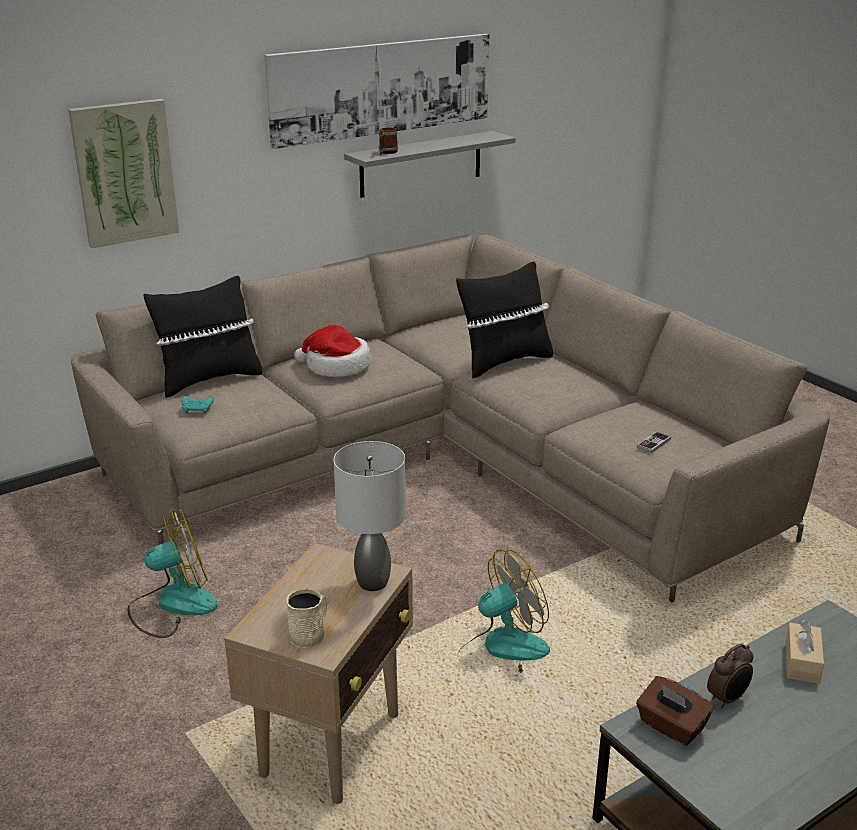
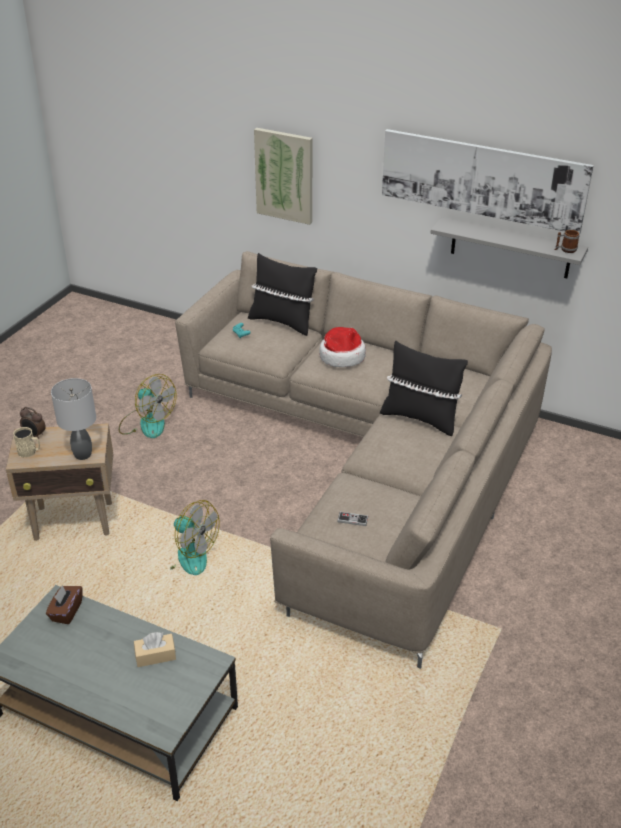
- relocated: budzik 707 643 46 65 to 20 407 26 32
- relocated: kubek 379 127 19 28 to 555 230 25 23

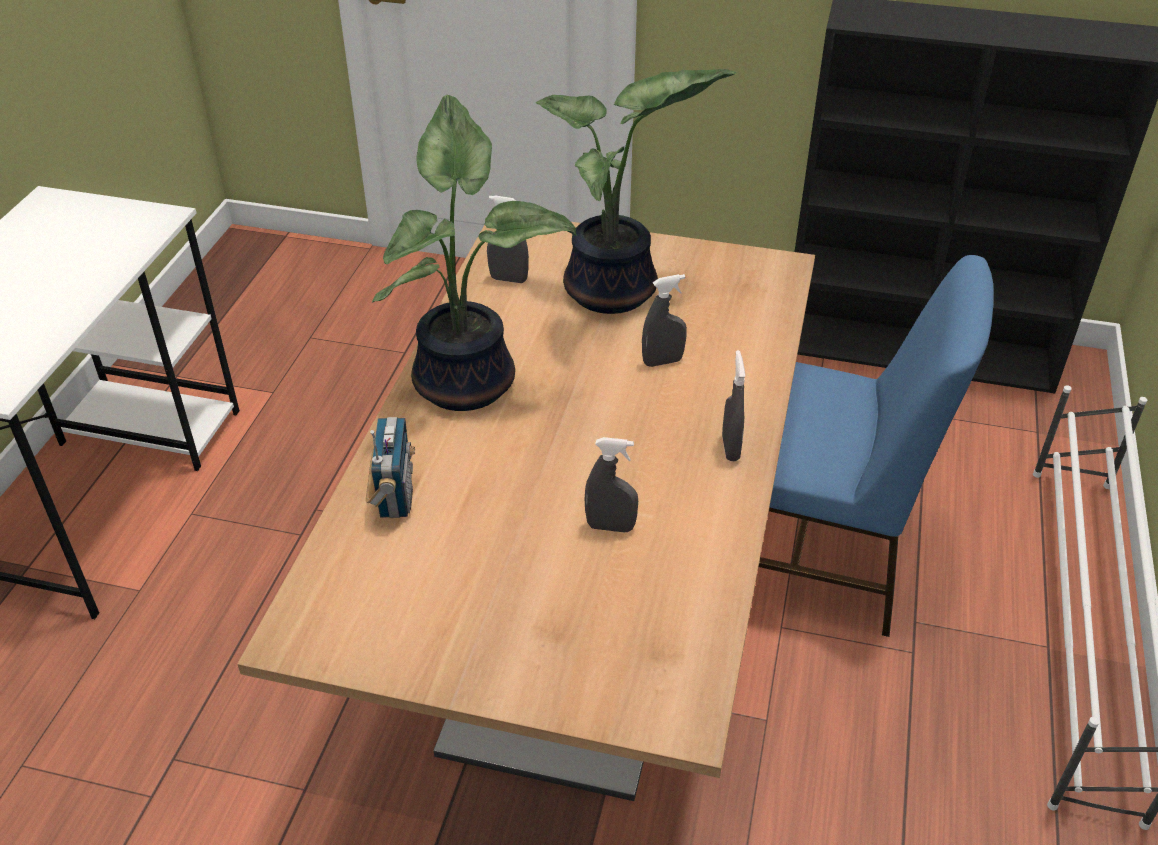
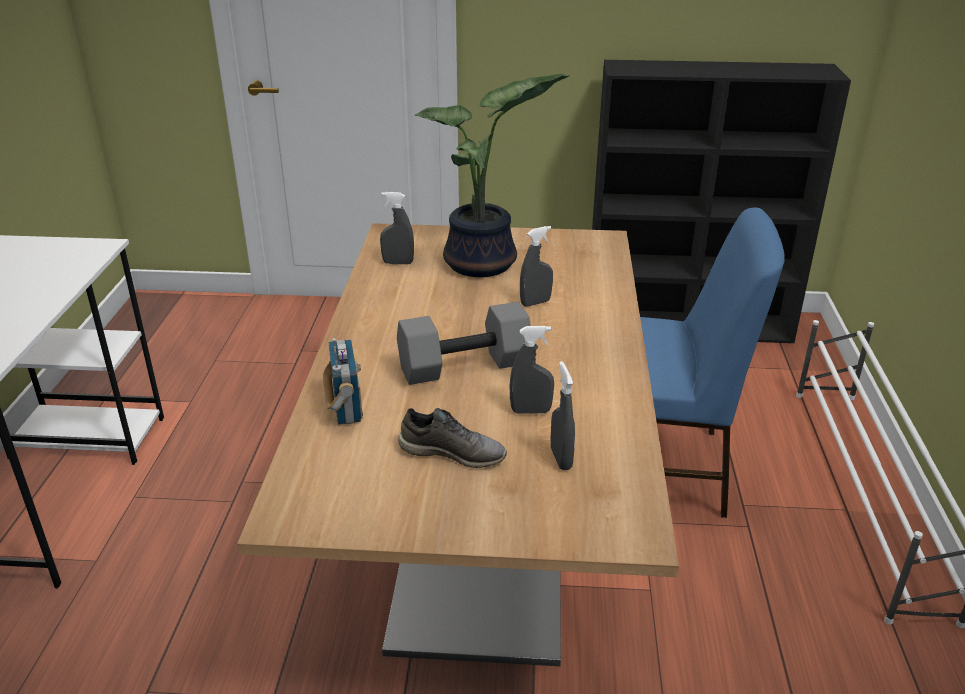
- appeared: hantel/szary 397 302 134 83
- appeared: but/szary 398 408 109 60
- relocated: spryskiwacz/szary 722 350 23 111 to 551 361 24 109
- missing: roślina doniczkowa 372 95 205 316

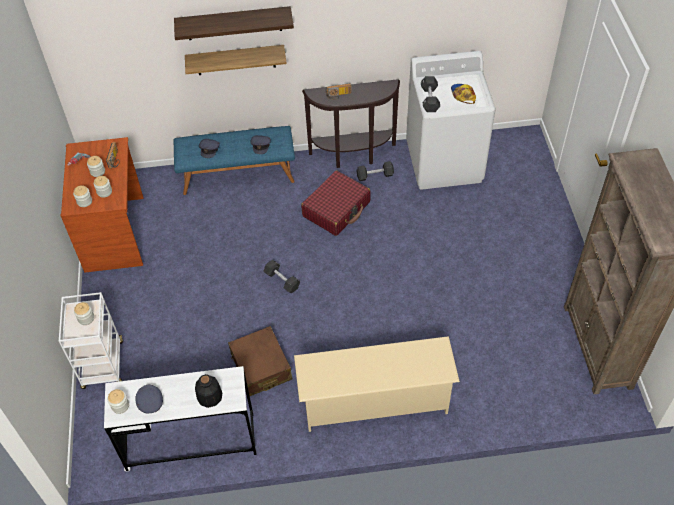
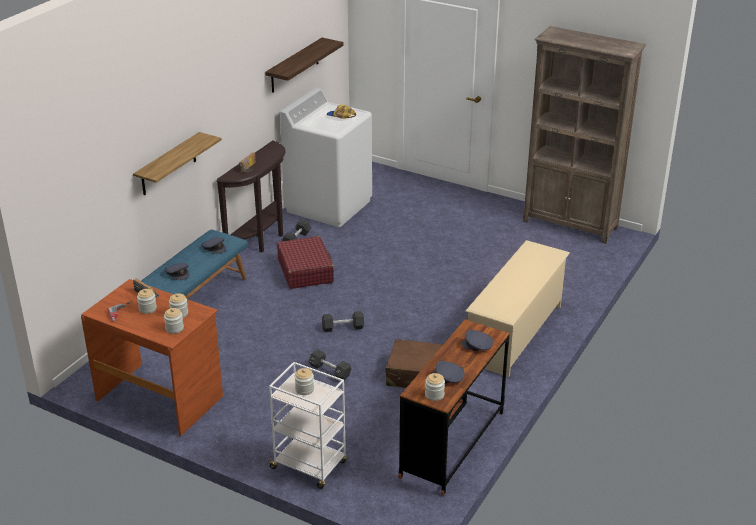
- relocated: półka 174 6 120 34 to 265 38 79 55
- relocated: hantel/czarny 421 76 19 36 to 309 349 43 31
- colour: biurko/biały 104 366 153 105 to biurko/brązowy 398 319 112 177
- exchanged: butelka 195 374 27 34 to czapka z daszkiem/szary 461 330 32 21

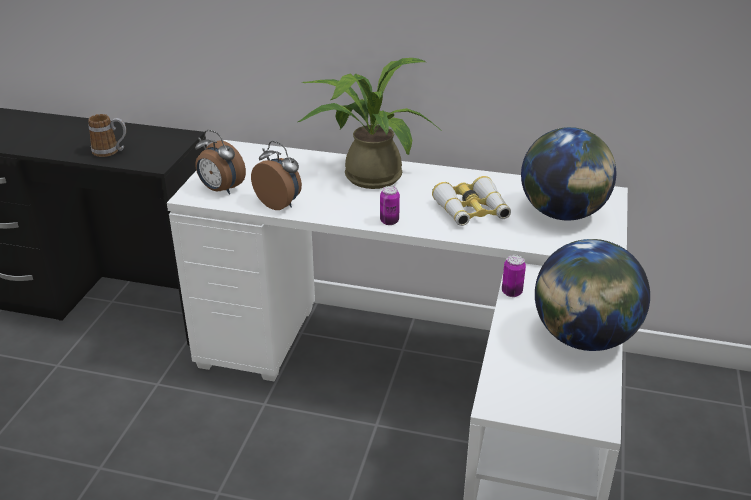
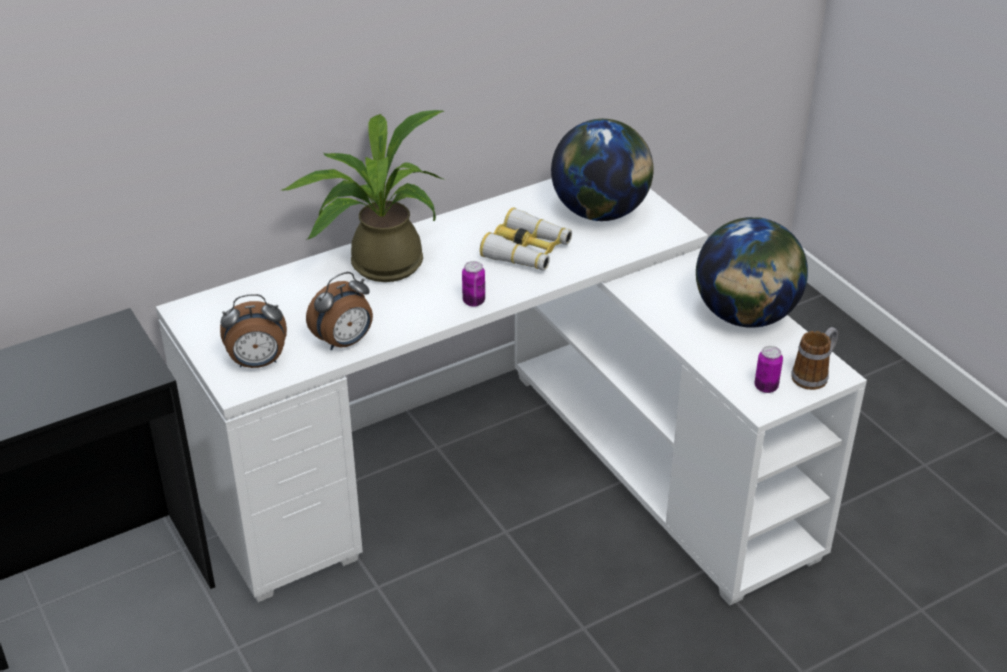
- spun: budzik 251 141 51 69 = 306 272 67 78 150 degrees clockwise
- relocated: puszka 502 255 24 42 to 755 346 28 47
- relocated: kubek 88 114 38 43 to 791 327 47 63

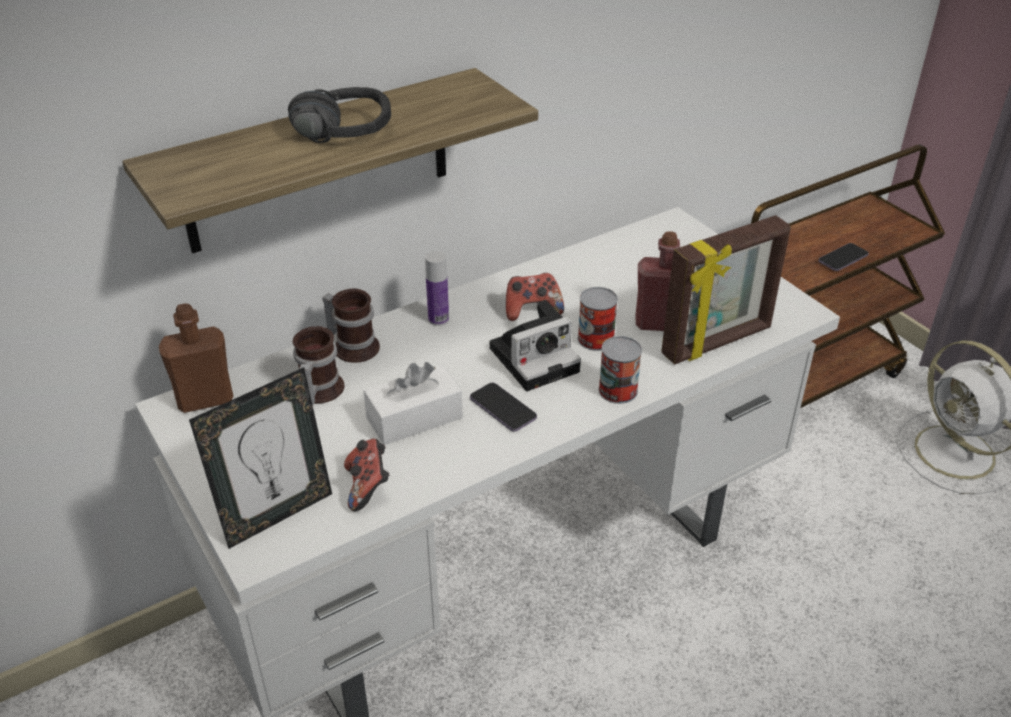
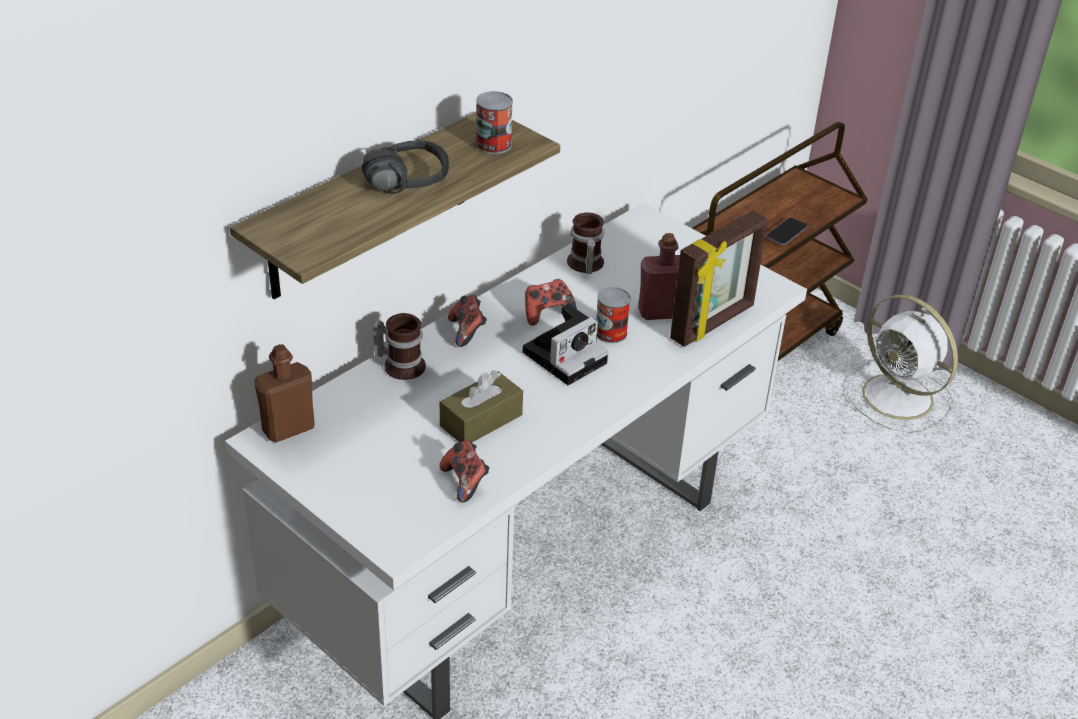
- colour: pudełko chusteczek/biały 364 362 99 83 to pudełko chusteczek/brązowy 440 370 83 72
- exchanged: butelka 425 251 24 75 to pad do gier 448 295 39 52
- relocated: puszka 598 336 44 68 to 476 91 37 63
- relocated: kubek 293 326 51 79 to 567 212 37 62
- missing: ramka na zdjęcie 189 367 143 182
- missing: telefon 470 383 67 49

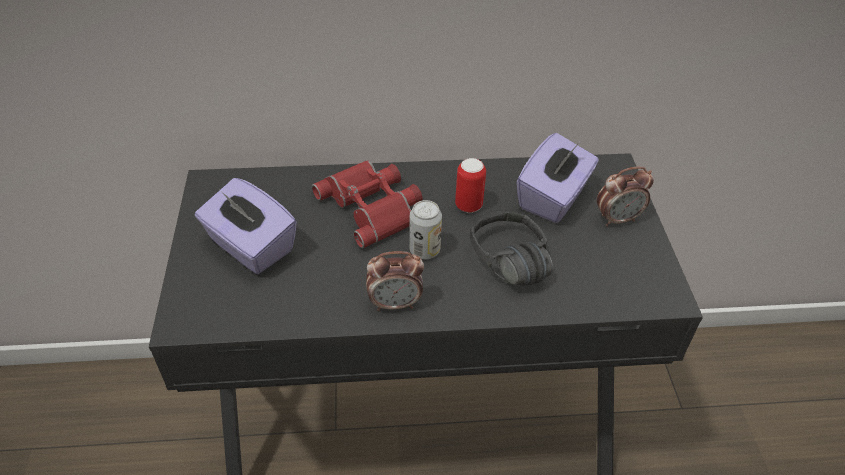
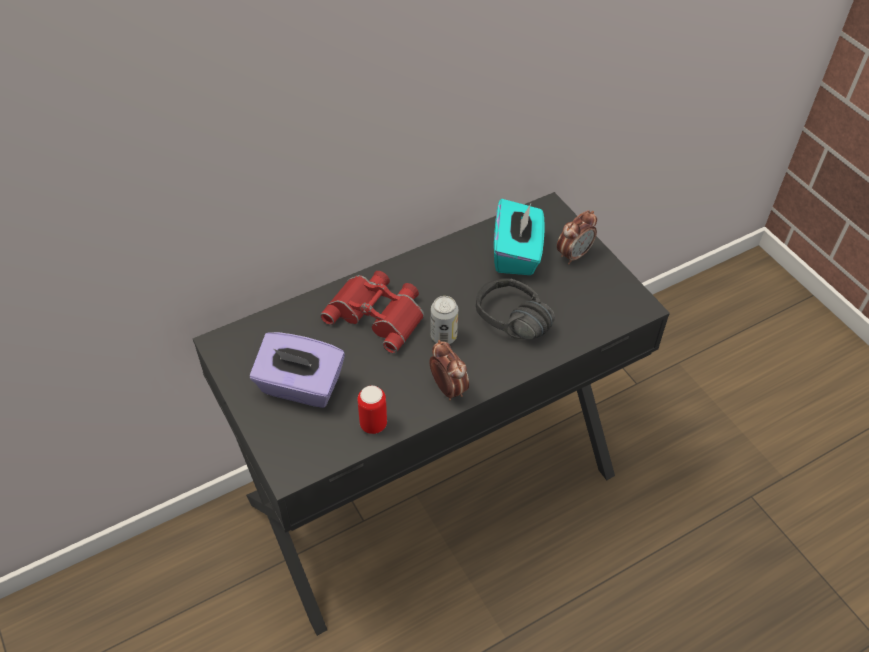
- relocated: puszka 455 158 31 55 to 357 385 30 49
- spun: budzik 366 251 58 60 = 430 340 39 61 90 degrees counterclockwise
- colour: pudełko chusteczek/fioletowy 517 133 82 90 to pudełko chusteczek/turkusowy 494 199 50 76

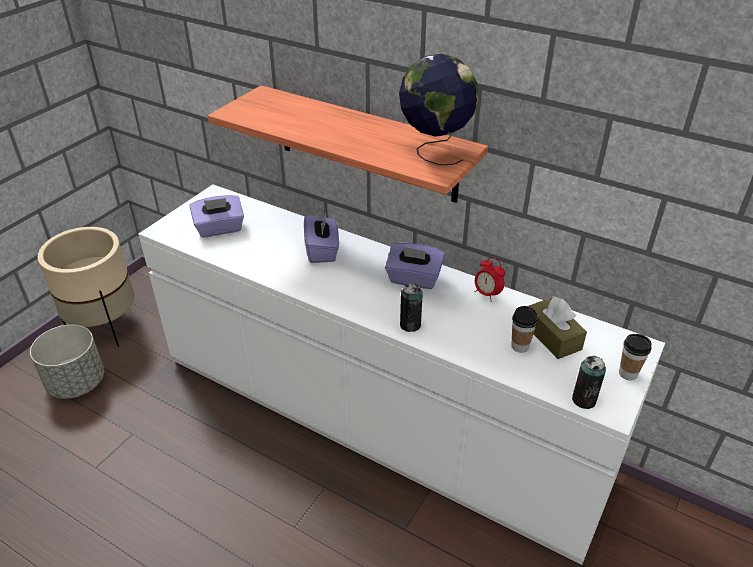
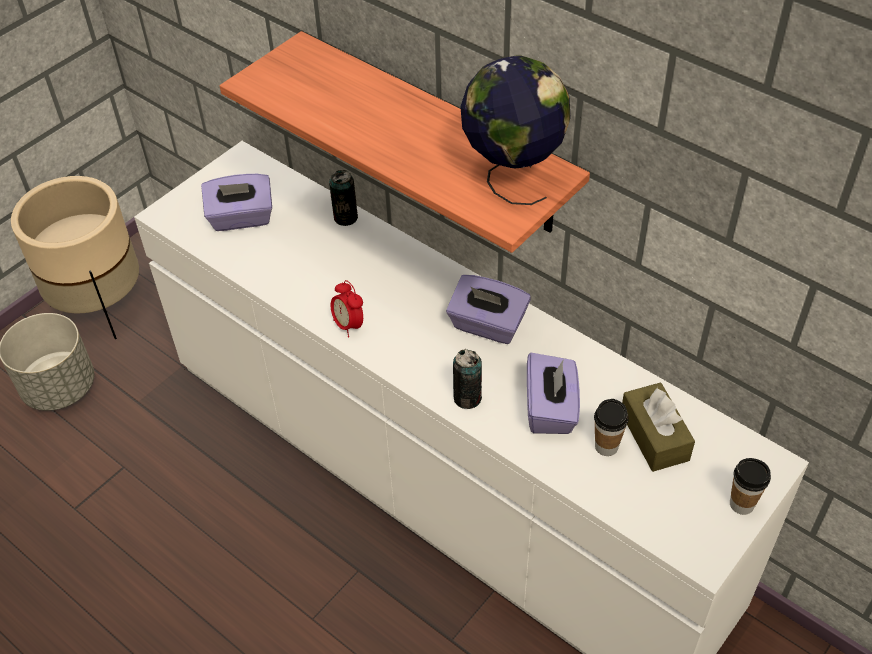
- relocated: puszka 572 356 34 53 to 329 170 29 56
- relocated: budzik 475 257 30 45 to 331 280 32 58
- relocated: pudełko chusteczek/fioletowy 304 214 35 49 to 527 353 53 81

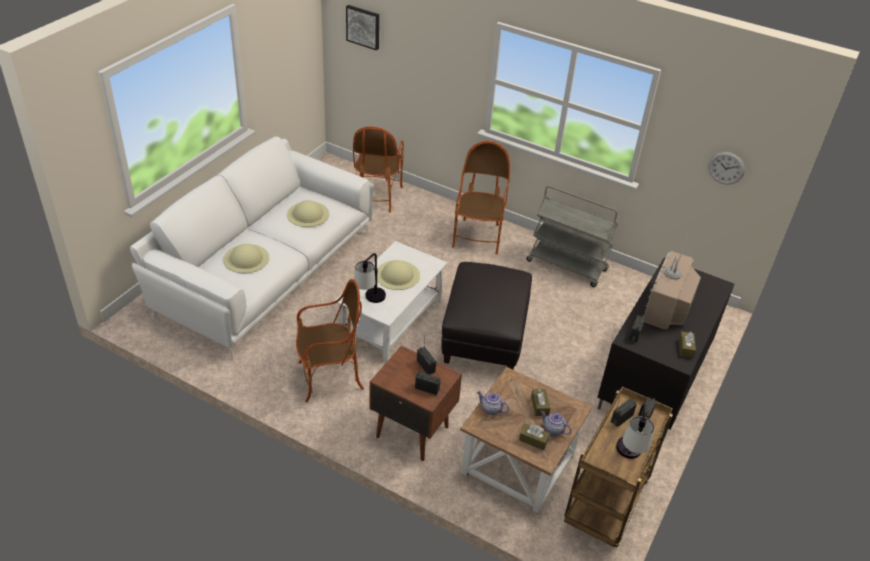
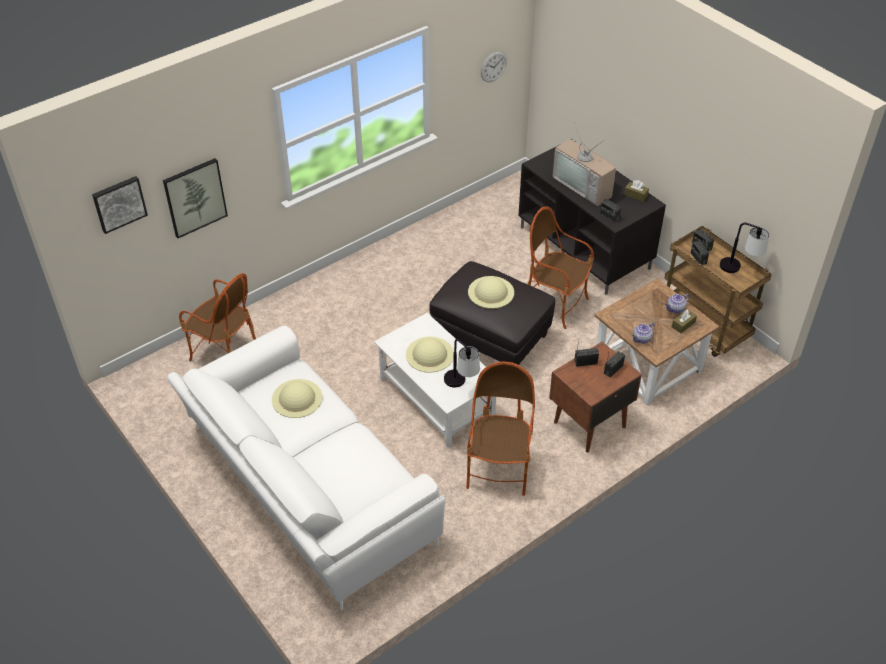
- appeared: obraz 163 158 65 80
- relocated: kapelusz/beżowy 223 244 46 29 to 468 276 46 33
- relocated: fotel 452 141 58 114 to 528 206 66 123
- missing: wózek/szary 526 185 92 102
- missing: pudełko chusteczek/brązowy 531 389 19 27

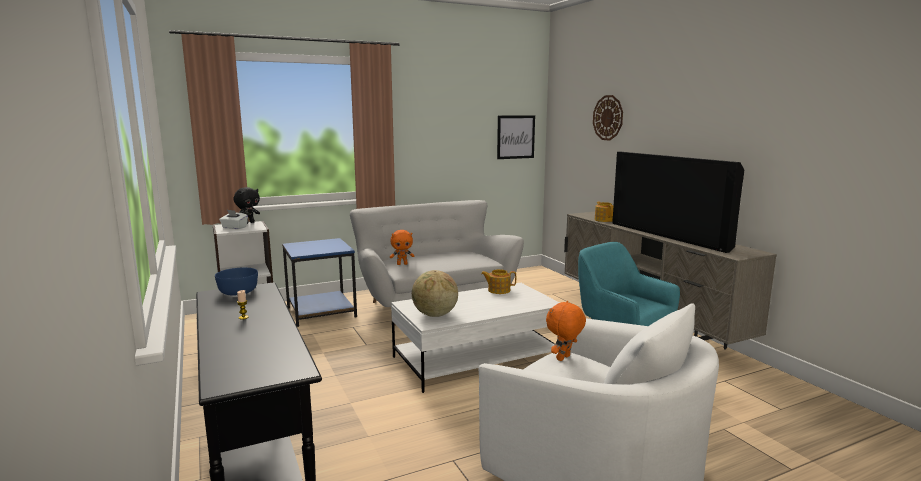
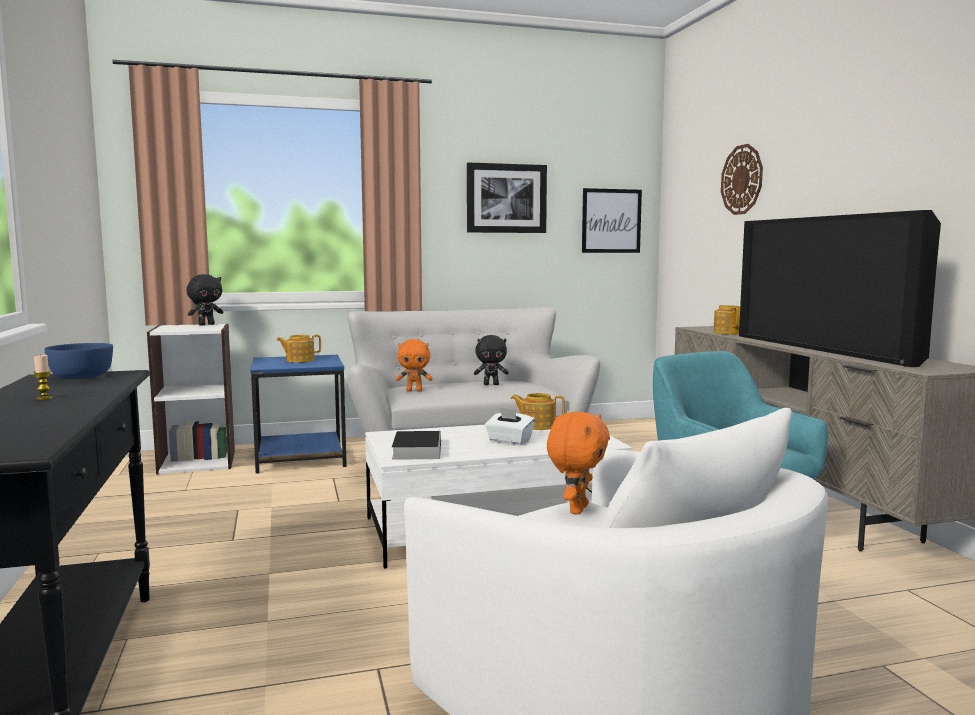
- appeared: imbryk 276 335 45 28
- exchanged: globus 412 270 46 47 to książka 392 431 49 29
- appeared: obraz 467 162 80 71
- appeared: pluszak/czarny 474 335 35 50
- relocated: pudełko chusteczek/biały 219 210 29 19 to 485 407 50 38
- spun: pluszak/pomarańczowy 546 301 40 60 = 547 412 63 103 150 degrees clockwise

